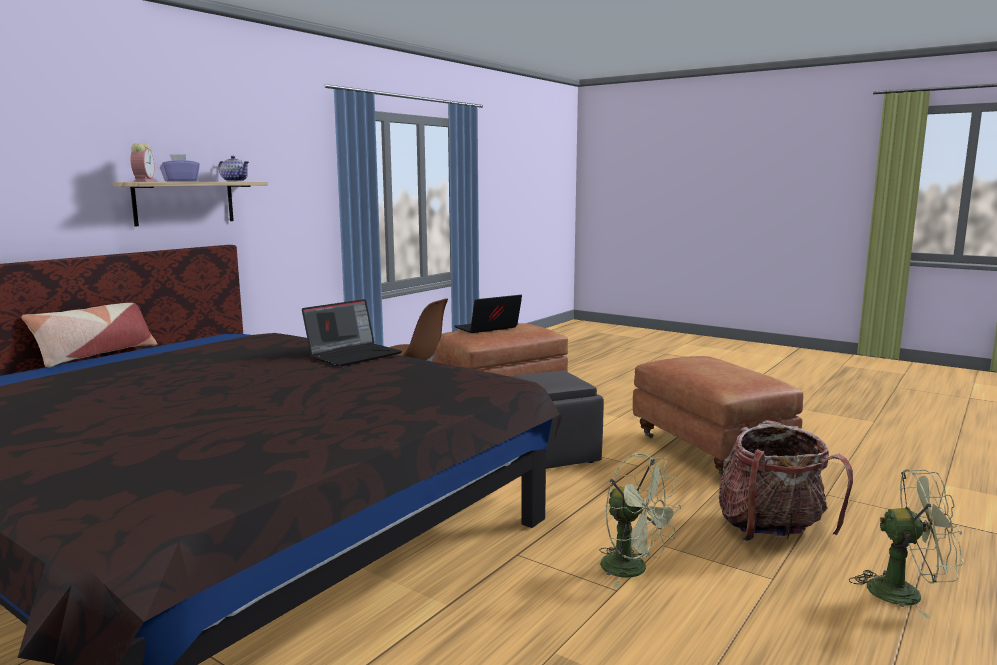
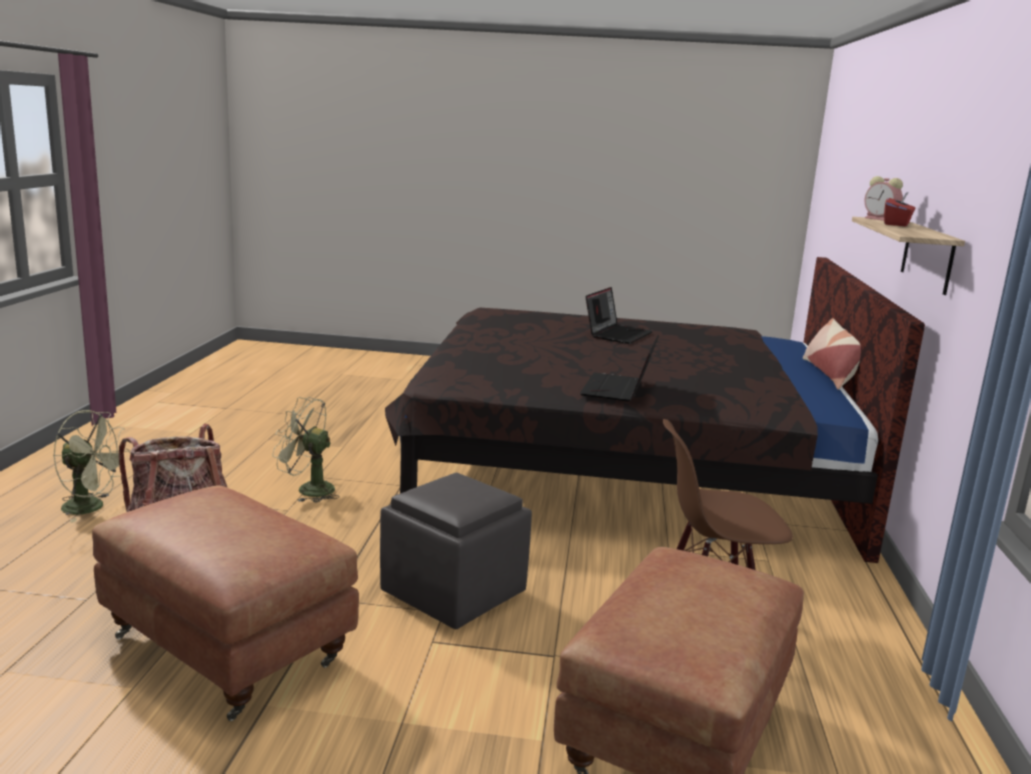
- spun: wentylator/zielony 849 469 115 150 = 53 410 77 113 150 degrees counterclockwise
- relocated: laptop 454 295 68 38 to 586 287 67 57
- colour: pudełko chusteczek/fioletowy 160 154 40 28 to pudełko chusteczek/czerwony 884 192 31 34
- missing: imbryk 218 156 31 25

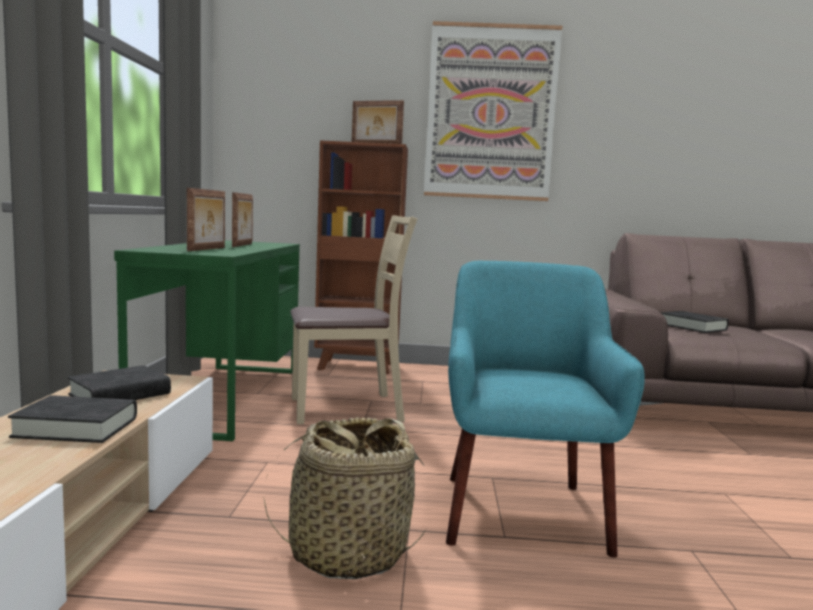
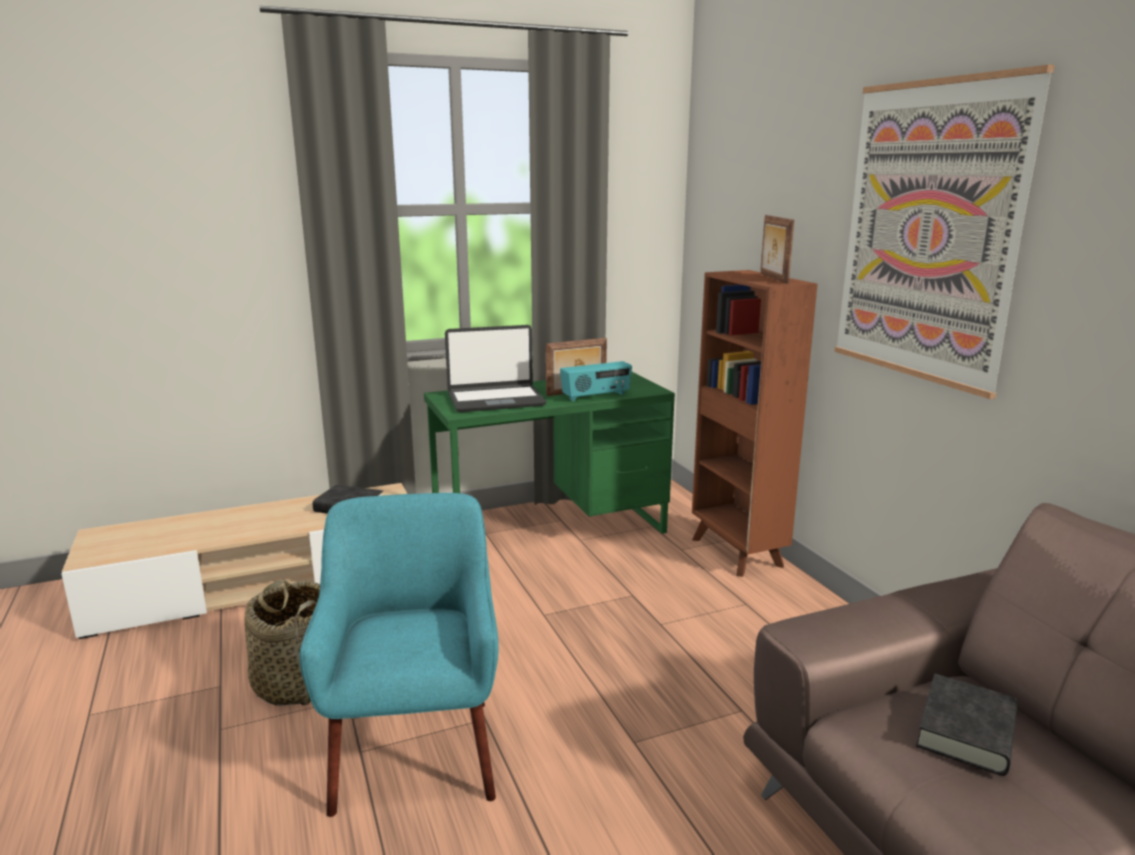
- spun: fotel/turkusowy 446 261 199 297 = 299 493 200 324 75 degrees counterclockwise
- exchanged: ramka na zdjęcie 187 188 38 63 to laptop 445 325 102 87
- appeared: radio 560 361 72 41
- missing: książka/czarny 8 395 129 48
- missing: krzesło/beżowy 290 215 127 209

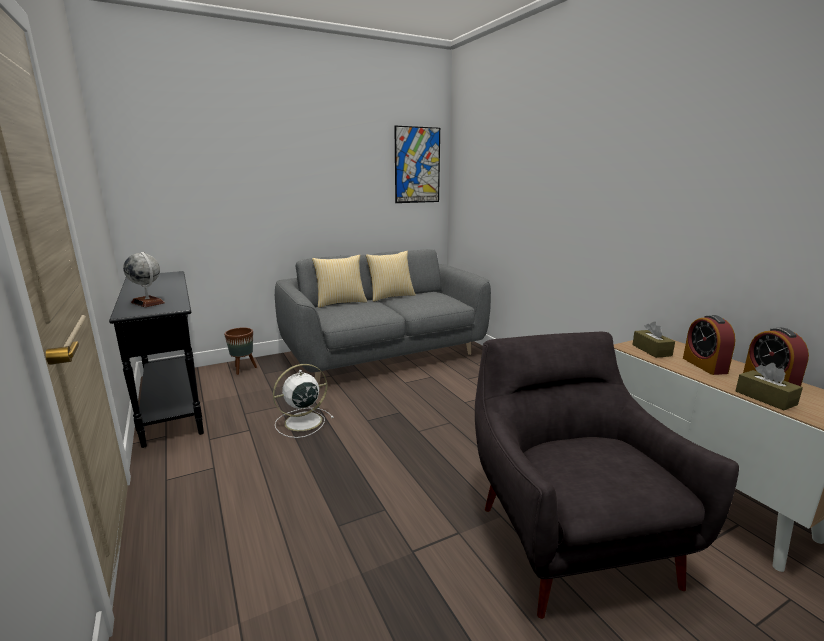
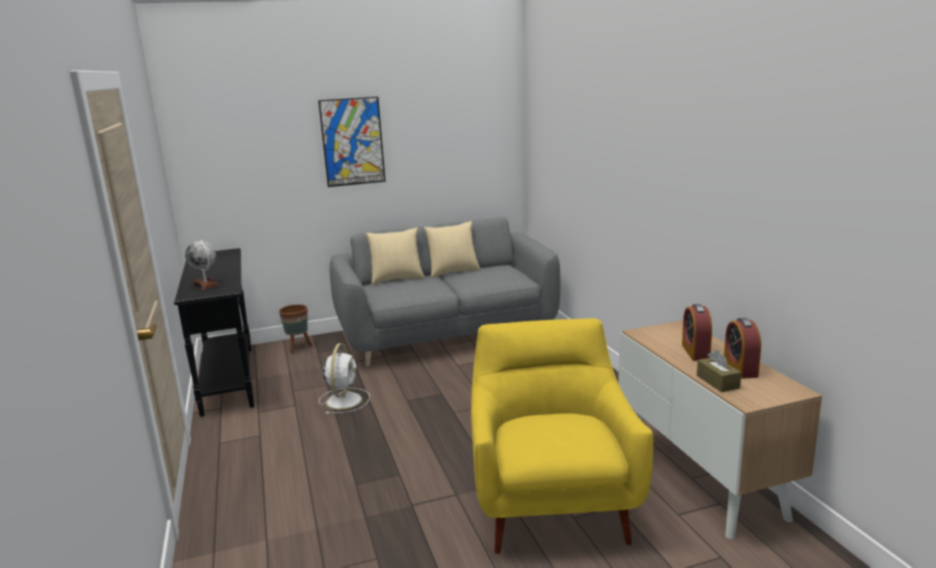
- relocated: obraz 394 126 46 77 to 318 97 68 90
- spun: wentylator/biały 273 364 61 74 = 319 343 51 71 120 degrees clockwise
- colour: fotel/szary 475 332 264 287 to fotel/żółty 471 318 182 236
- missing: pudełko chusteczek/brązowy 632 322 43 36

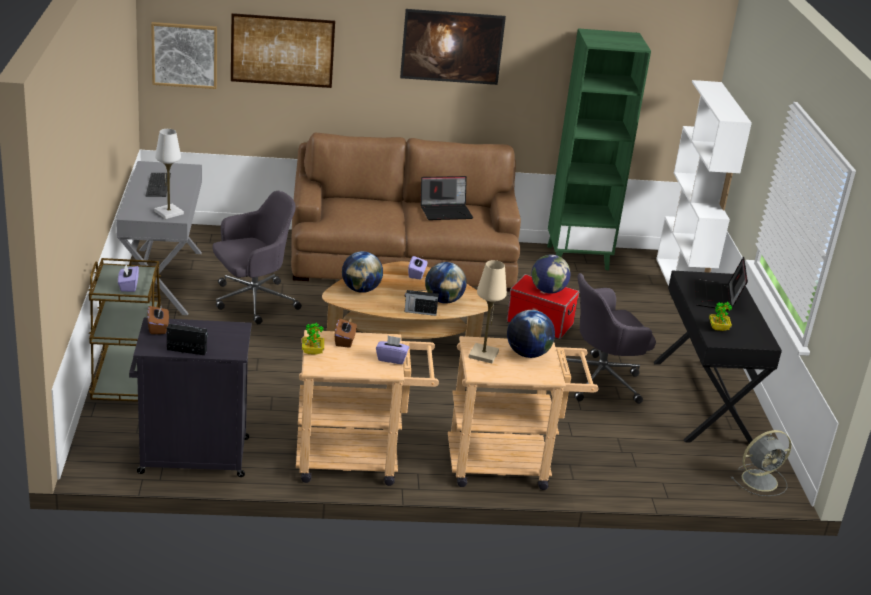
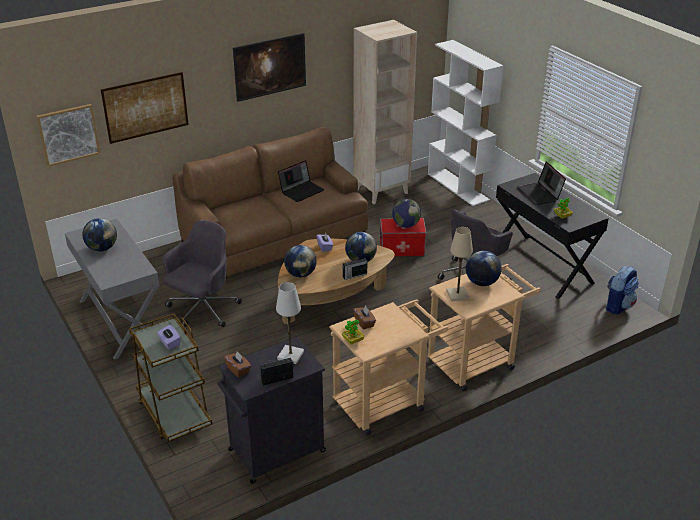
- exchanged: klawiatura 145 173 26 24 to globus 82 218 35 33
- relocated: lampa stołowa/biały 154 129 30 90 to 276 282 28 82
- colour: regał/zielony 547 28 104 242 to regał/beżowy 353 20 64 184
- exchanged: wentylator/szary 731 430 61 66 to plecak 606 266 33 49
- missing: pudełko chusteczek/fioletowy 376 336 33 28

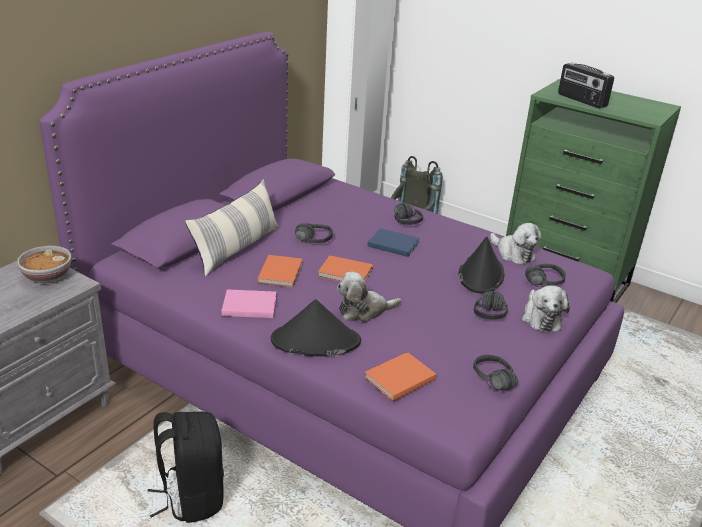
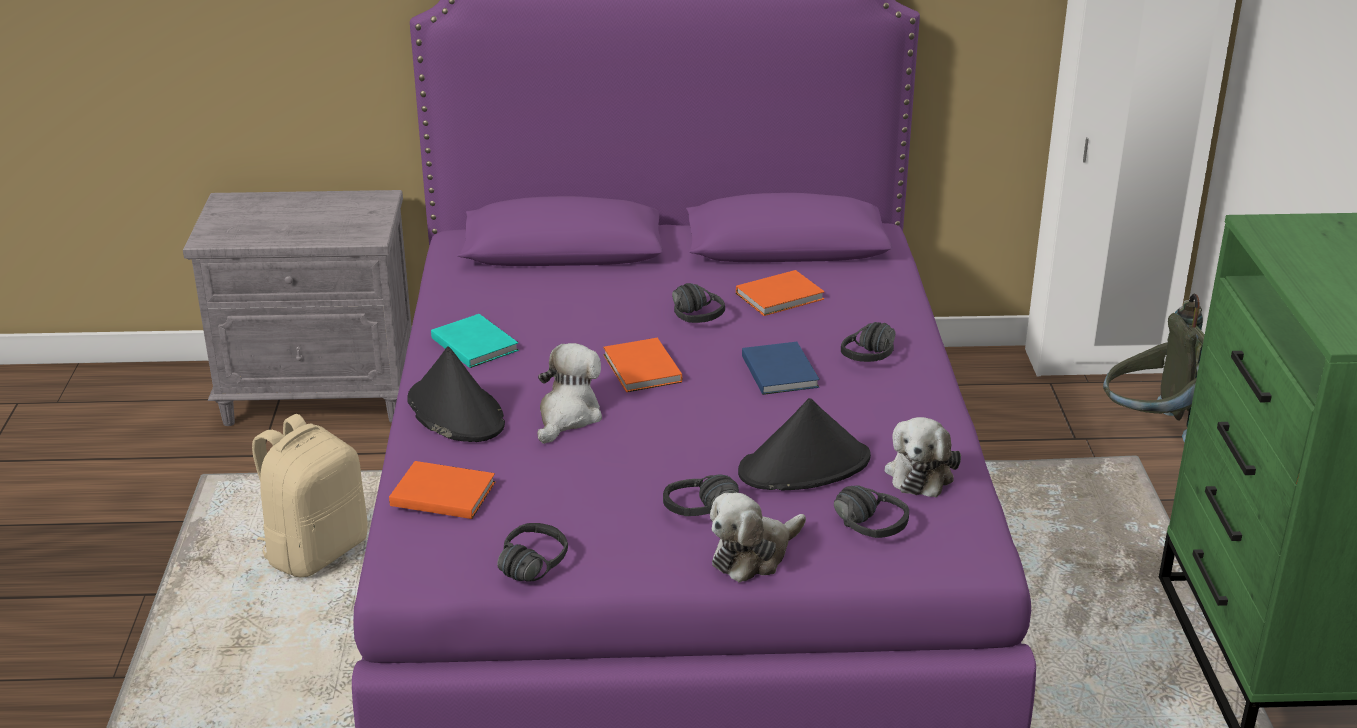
- colour: plecak/czarny 148 412 76 111 to plecak/beżowy 252 414 116 163
- colour: książka/różowy 222 289 54 29 to książka/turkusowy 431 314 88 54
- spun: pluszak 337 271 64 51 = 537 343 65 101 75 degrees clockwise
- relocated: książka/pomarańczowy 258 255 44 33 to 736 270 89 46
- missing: miska 17 246 55 37
- missing: poduszka 185 179 94 98
- missing: radio 558 63 56 46

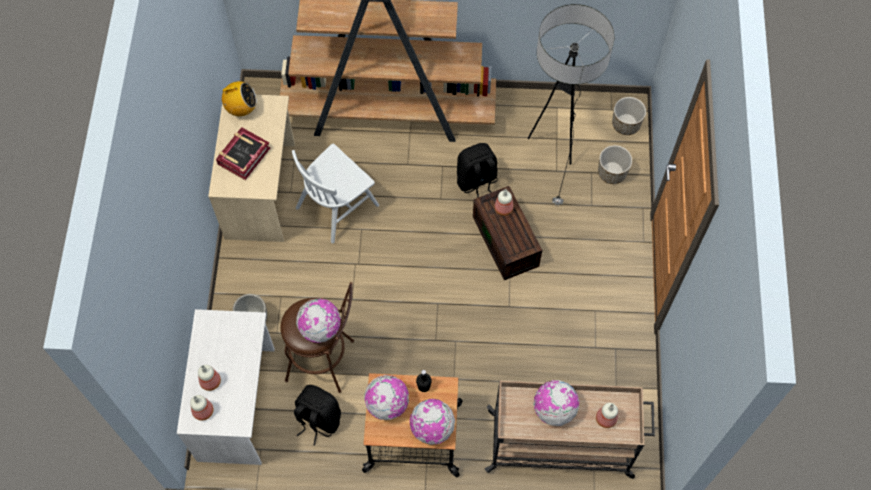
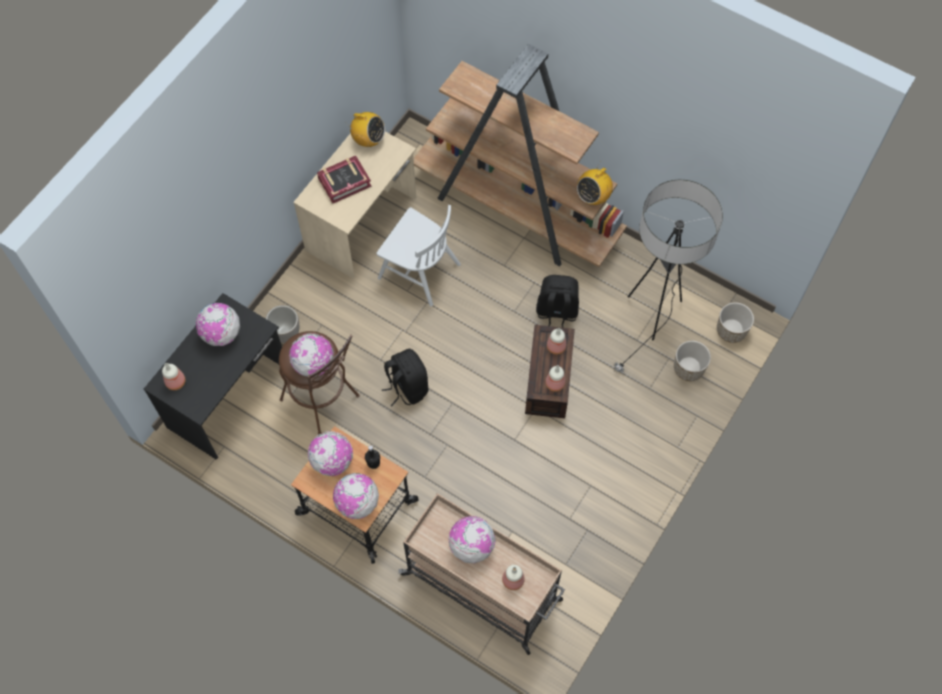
- colour: biurko/biały 177 309 98 156 to biurko/czarny 144 293 138 167
- appeared: globus 196 303 44 43
- spun: krzesło/biały 292 144 87 99 = 377 205 84 101 135 degrees counterclockwise
- relocated: plecak/czarny 294 385 47 61 to 382 349 46 57
- relocated: butelka 198 365 23 26 to 545 365 20 27
- appeared: radio 577 163 36 42

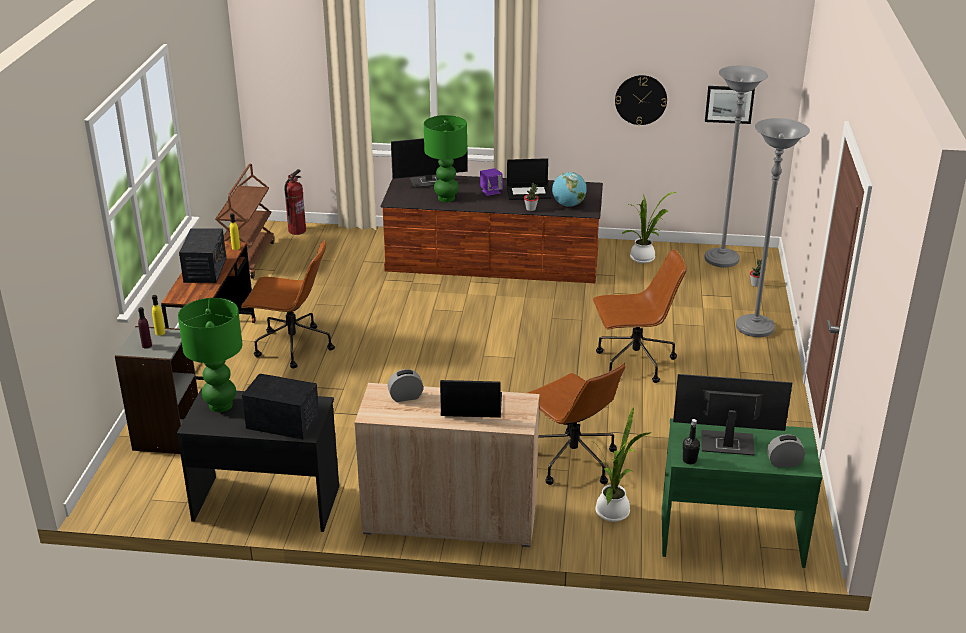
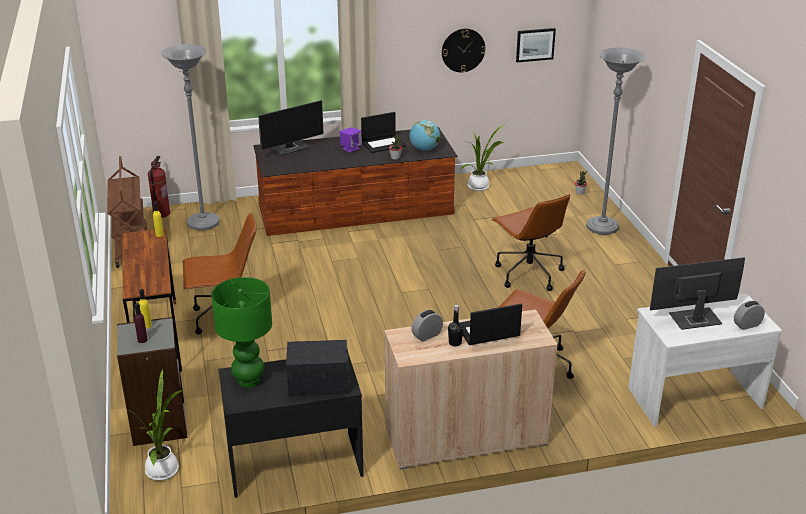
- relocated: roślina doniczkowa 592 407 59 115 to 126 369 58 112
- relocated: lampa stojąca/szary 704 66 64 201 to 161 44 59 187
- relocated: butelka/czarny 683 419 17 45 to 448 305 15 41
- spun: krzesło biurowe/brązowy 593 249 94 134 = 491 194 79 97 90 degrees clockwise
- colour: biurko/zielony 662 418 160 150 to biurko/biały 628 293 154 134
- missing: radio 179 228 47 55
- missing: lampa stołowa/zielony 424 115 43 87

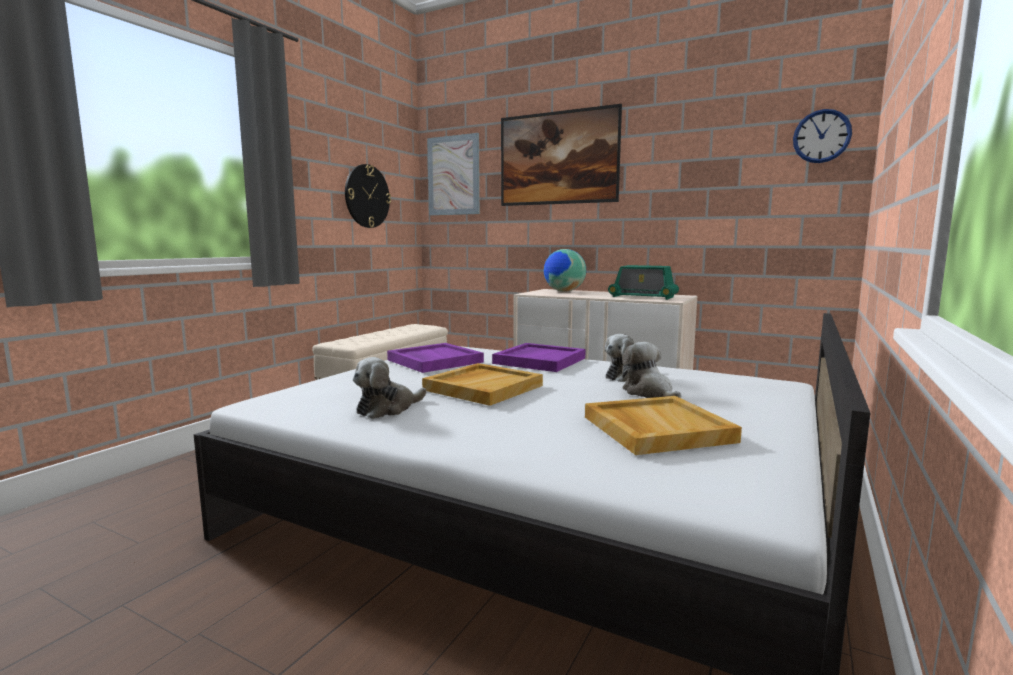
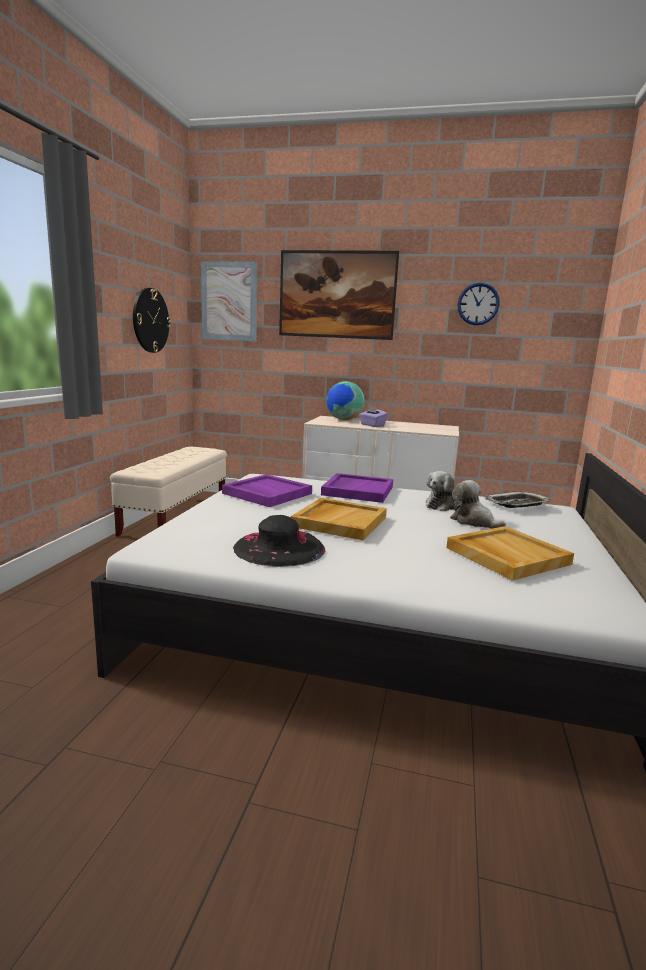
- exchanged: pluszak 353 357 74 62 to kapelusz/czarny 233 515 92 52
- appeared: pudełko chusteczek/fioletowy 359 405 29 22
- relocated: zegar ścienny 793 109 59 54 to 458 283 42 42
- appeared: taca 484 491 68 17
- missing: radio 608 265 71 35

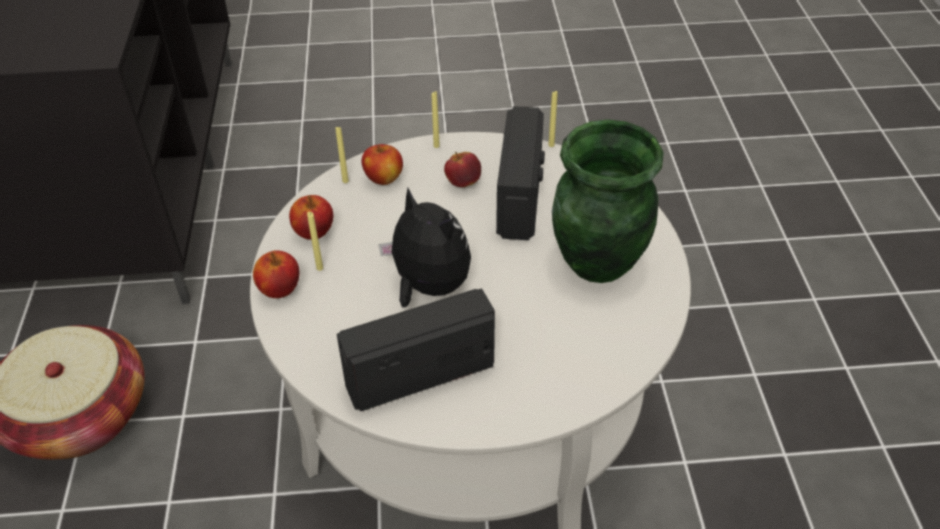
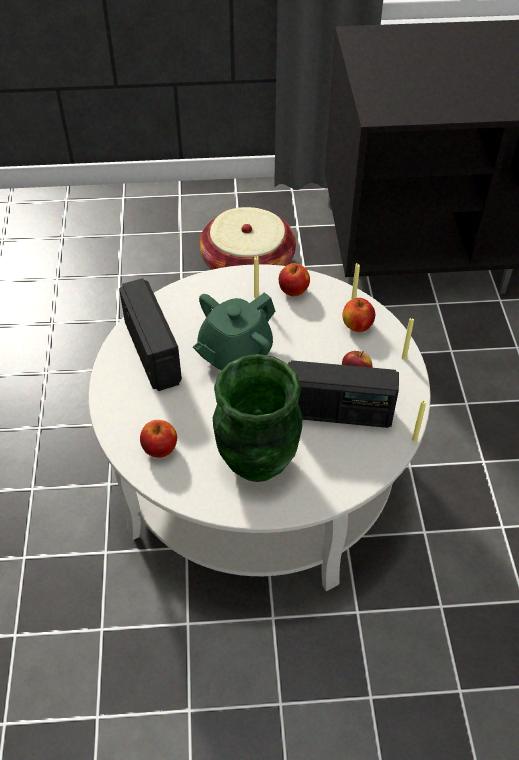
- relocated: jabłko 253 250 47 48 to 140 420 37 38
- exchanged: pluszak 378 188 93 120 to imbryk/zielony 193 292 82 79

